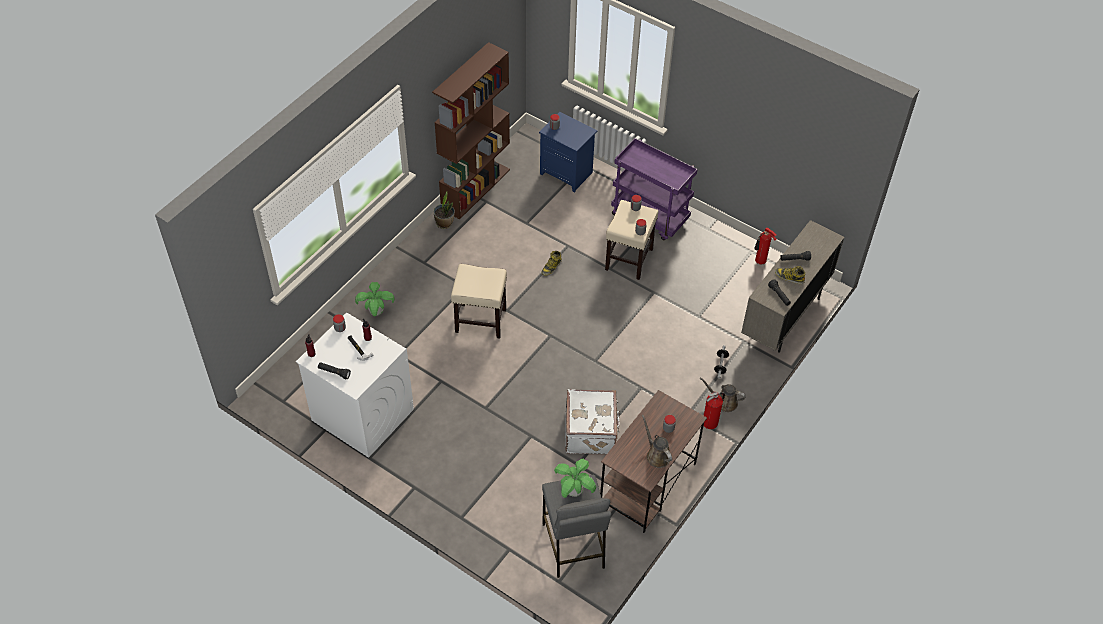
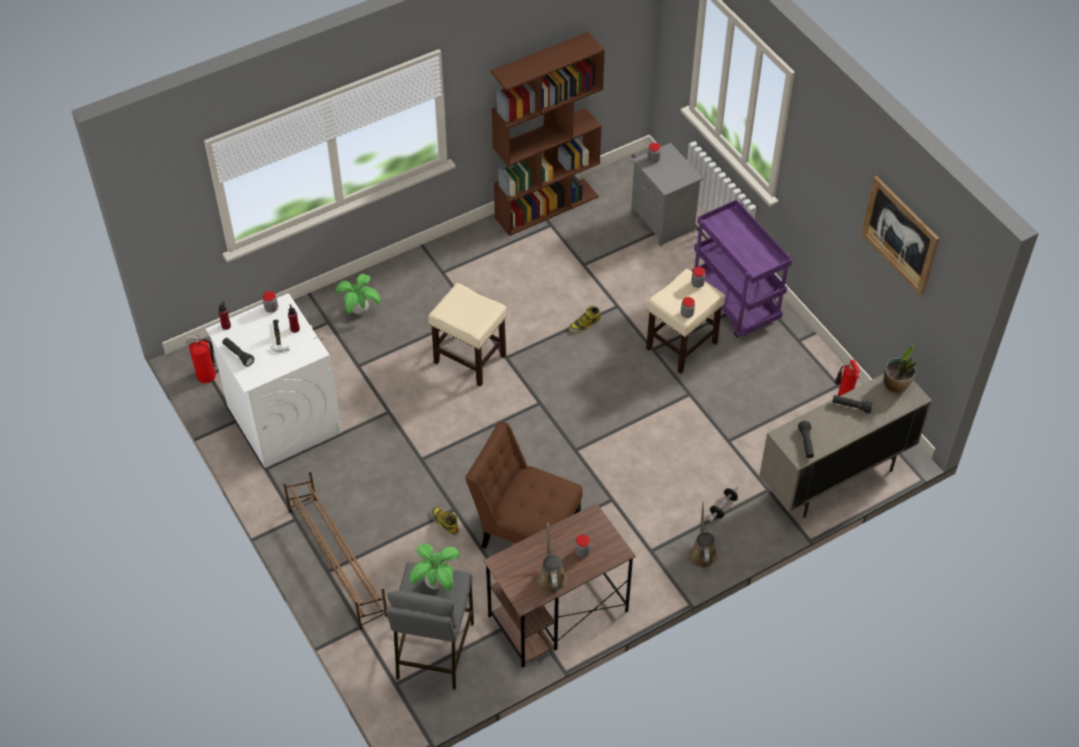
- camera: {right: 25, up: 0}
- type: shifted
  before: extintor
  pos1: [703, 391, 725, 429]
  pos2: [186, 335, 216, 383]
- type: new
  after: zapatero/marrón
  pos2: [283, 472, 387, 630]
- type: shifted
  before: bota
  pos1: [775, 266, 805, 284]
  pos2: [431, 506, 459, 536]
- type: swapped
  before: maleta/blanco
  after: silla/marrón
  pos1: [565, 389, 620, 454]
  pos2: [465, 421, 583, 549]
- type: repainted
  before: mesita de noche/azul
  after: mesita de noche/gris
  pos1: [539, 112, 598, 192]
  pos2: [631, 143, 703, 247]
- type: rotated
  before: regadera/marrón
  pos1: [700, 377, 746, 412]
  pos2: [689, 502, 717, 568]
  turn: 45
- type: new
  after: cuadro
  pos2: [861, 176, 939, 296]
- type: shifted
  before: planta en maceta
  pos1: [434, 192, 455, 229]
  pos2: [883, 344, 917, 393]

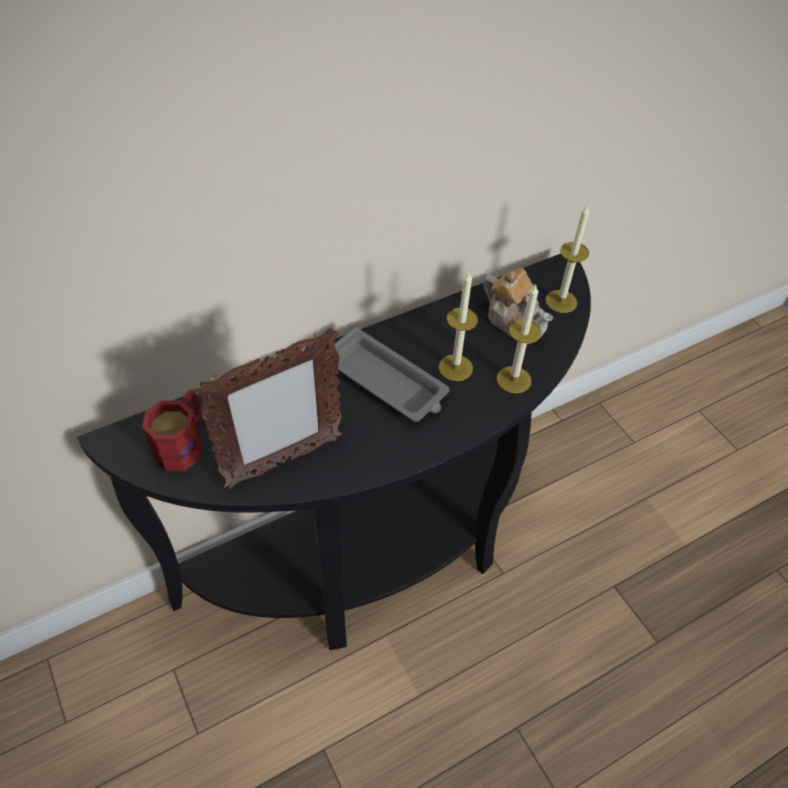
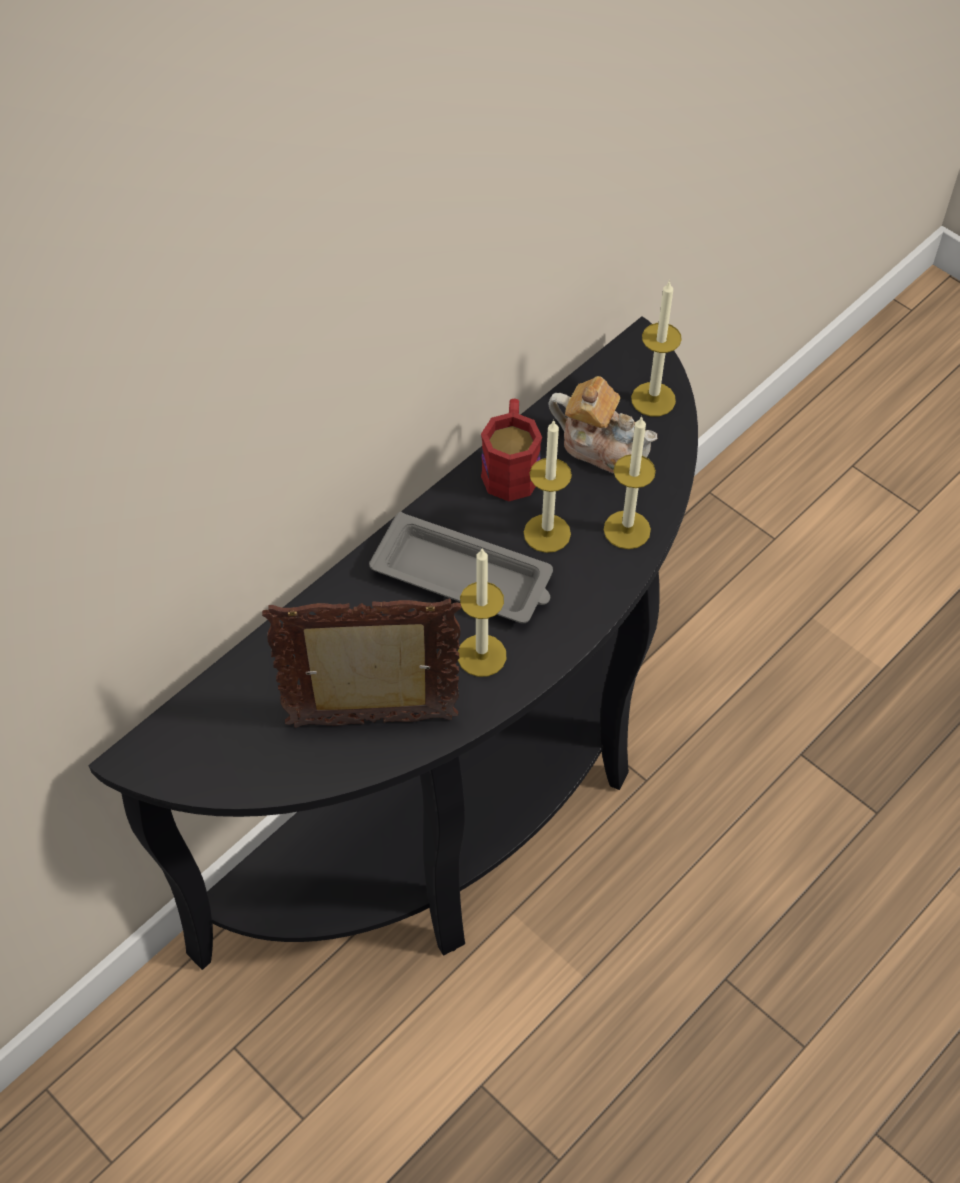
- camera: {right: -15, up: 5}
- type: rotated
  before: portarretratos
  pos1: [193, 328, 342, 489]
  pos2: [262, 598, 461, 728]
  turn: -135
- type: new
  after: vela
  pos2: [458, 548, 506, 677]
- type: shifted
  before: taza grande/rojo
  pos1: [142, 390, 203, 471]
  pos2: [481, 399, 542, 501]

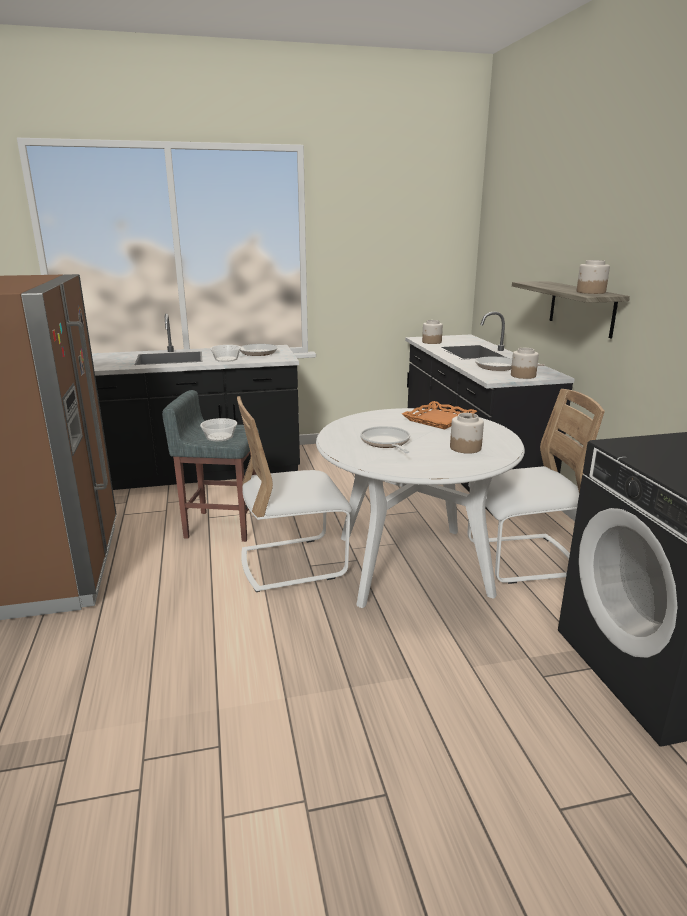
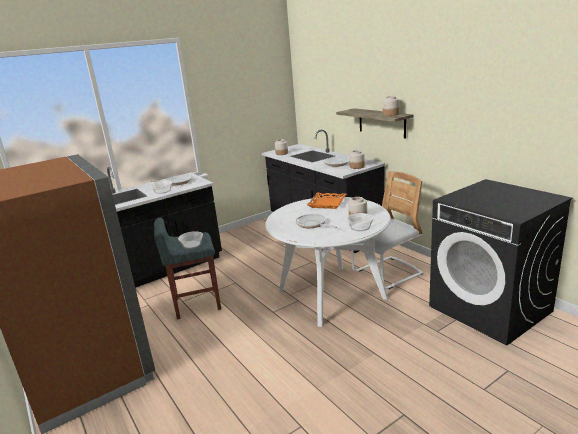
- camera: {right: -20, up: 0}
- type: new
  after: cuenco
  pos2: [347, 213, 374, 231]
- type: gone
  before: silla/blanco
  pos1: [237, 396, 352, 592]

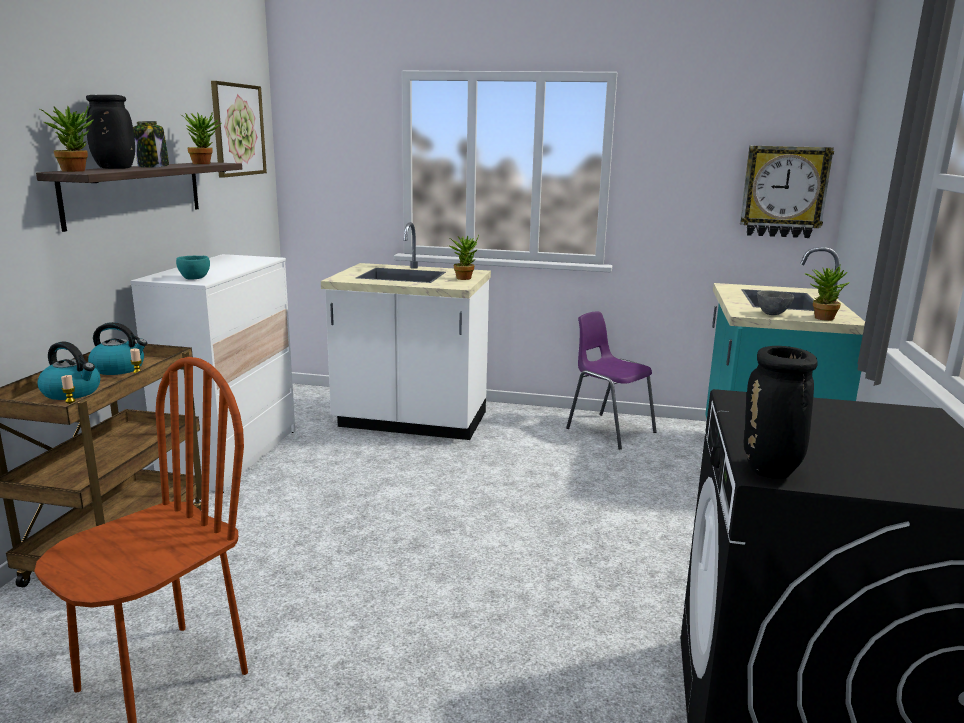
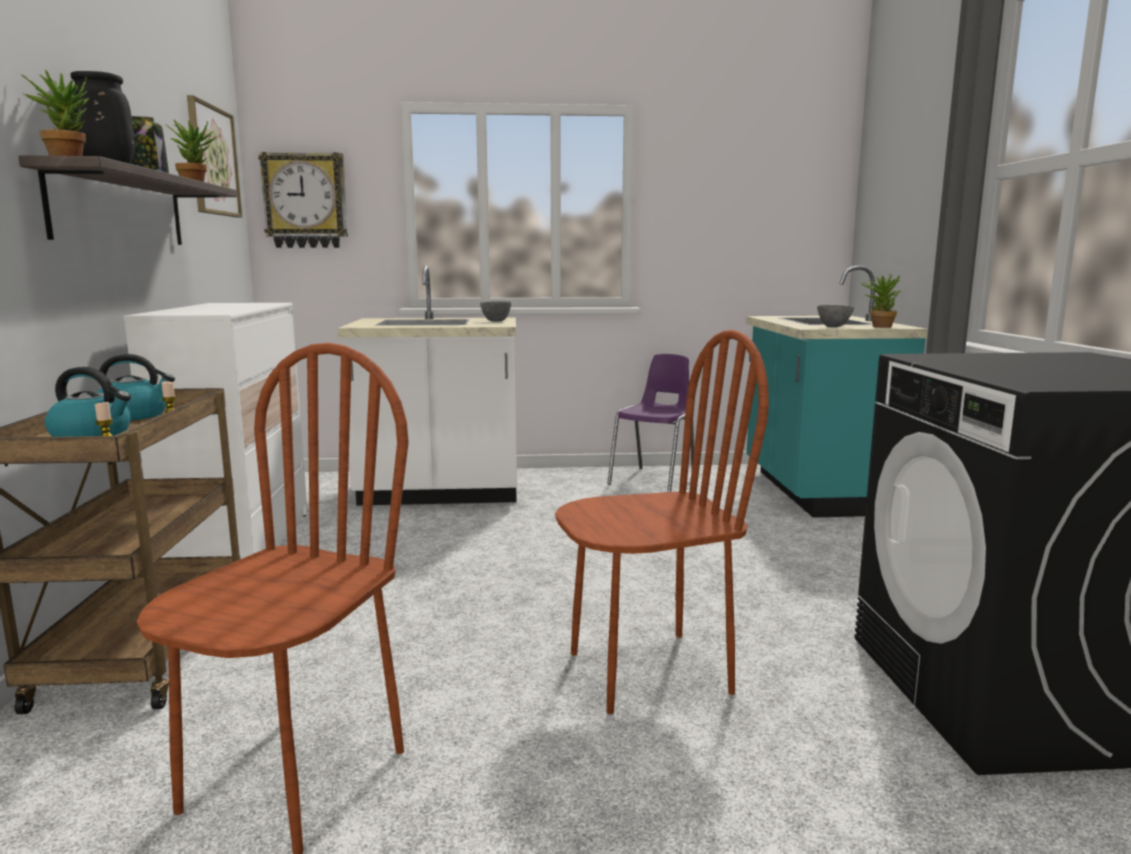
- camera: {right: -15, up: -5}
- type: shifted
  before: reloj de pared
  pos1: [740, 145, 834, 238]
  pos2: [258, 152, 348, 248]
- type: swapped
  before: planta en maceta
  after: cuenco/gris
  pos1: [448, 235, 479, 280]
  pos2: [480, 301, 511, 321]
- type: new
  after: silla/marrón
  pos2: [555, 330, 769, 714]
- type: rotated
  before: silla/morado
  pos1: [566, 312, 657, 450]
  pos2: [607, 354, 694, 492]
  turn: 90
- type: gone
  before: cuenco/turquesa
  pos1: [176, 256, 210, 280]
- type: gone
  before: florero/negro
  pos1: [744, 346, 818, 479]

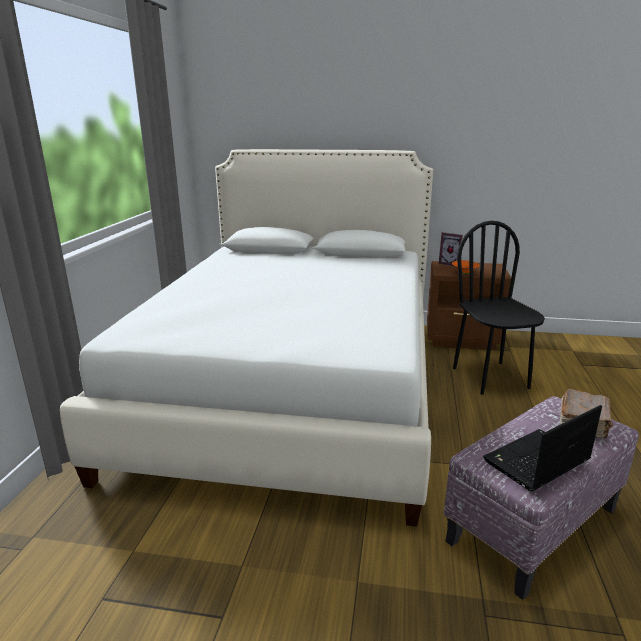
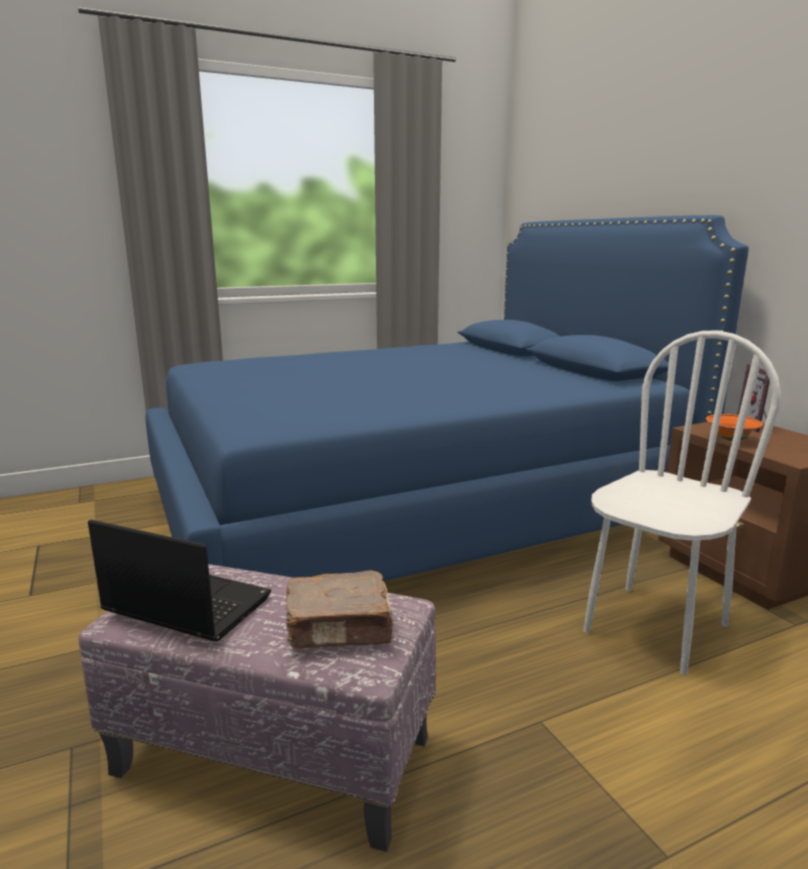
- camera: {right: 55, up: -5}
- type: repainted
  before: cama/blanco
  after: cama/azul
  pos1: [60, 149, 433, 527]
  pos2: [146, 215, 749, 582]
- type: repainted
  before: silla/negro
  after: silla/blanco
  pos1: [453, 221, 545, 395]
  pos2: [583, 330, 781, 675]

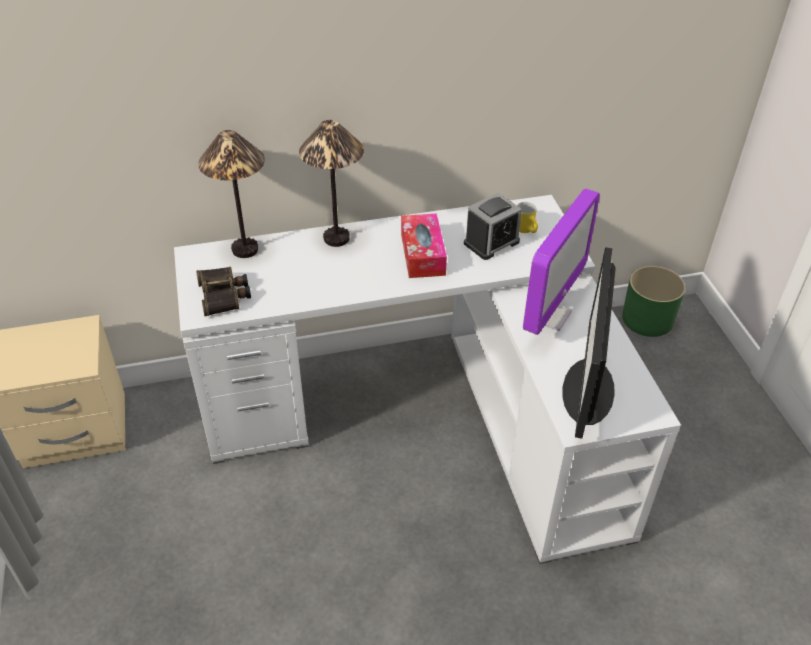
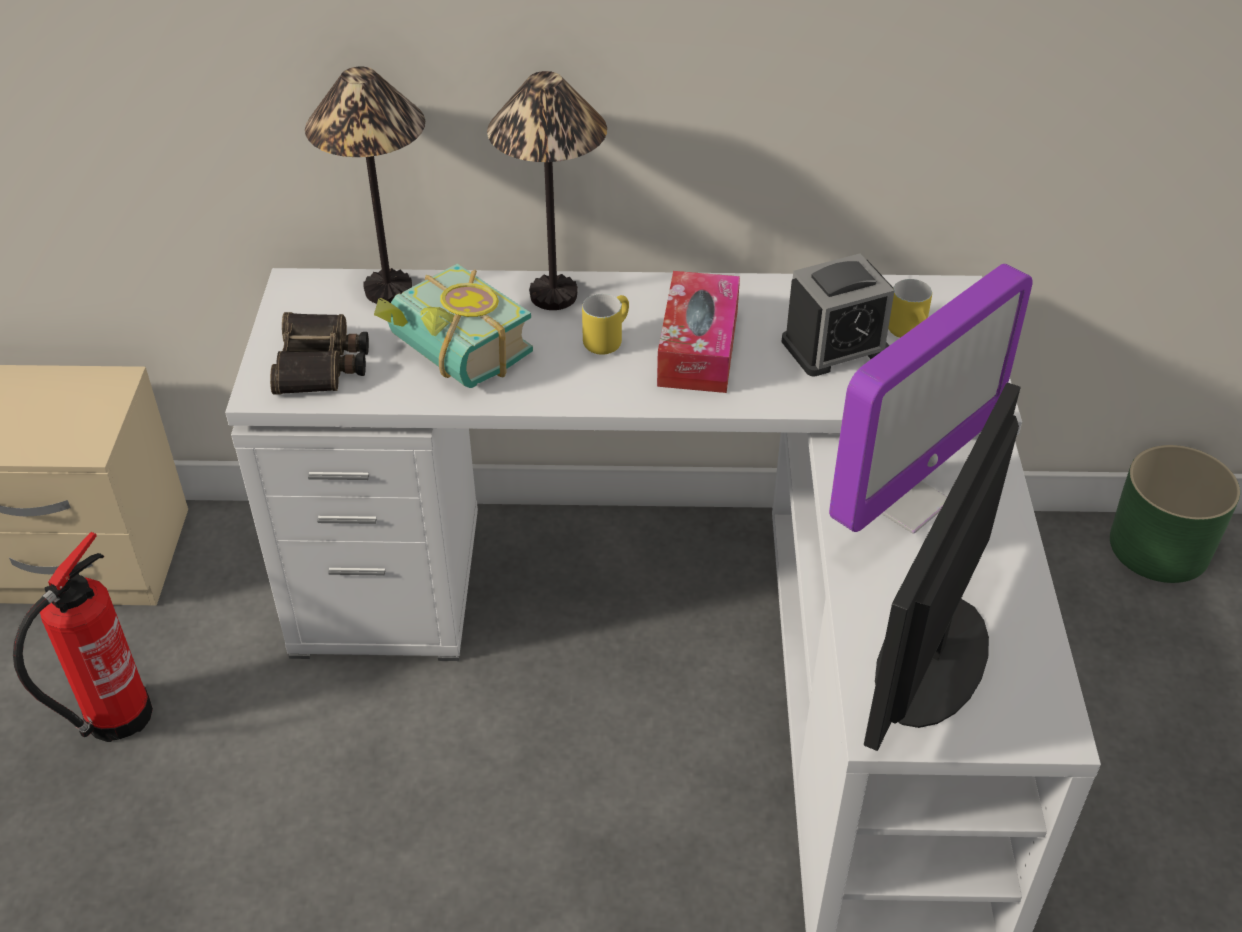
- camera: {right: 15, up: 0}
- type: new
  after: extintor
  pos2: [13, 532, 153, 742]
- type: new
  after: libro
  pos2: [374, 263, 533, 388]
- type: new
  after: taza grande/amarillo
  pos2: [582, 294, 629, 354]

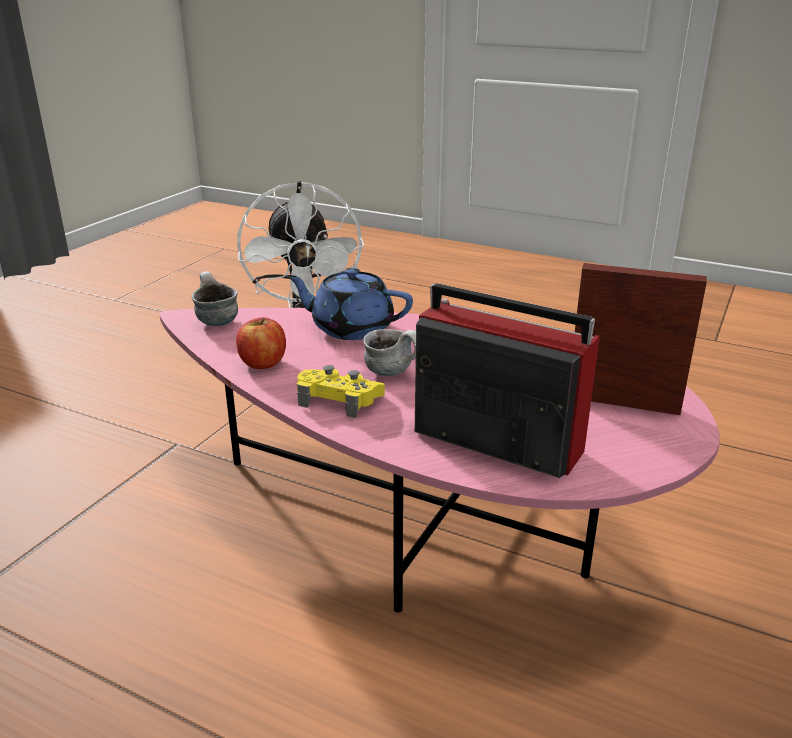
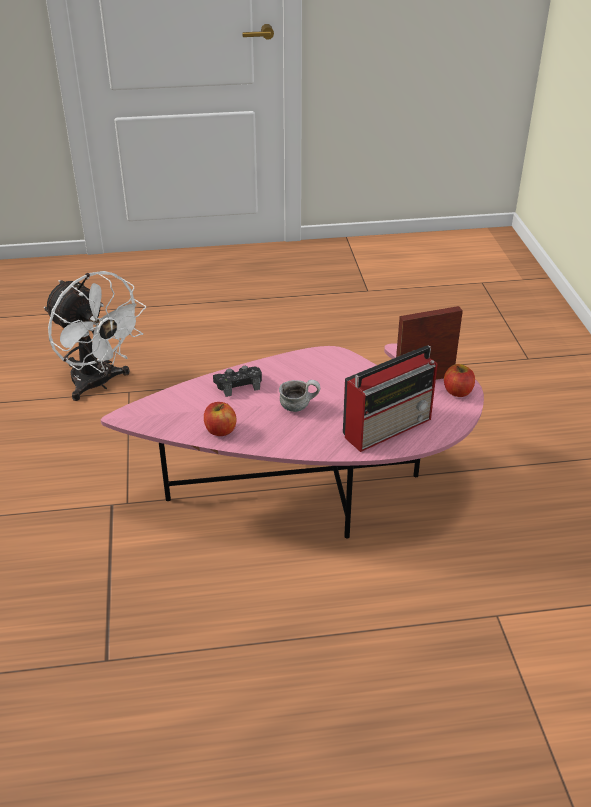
- camera: {right: -35, up: 10}
- type: swapped
  before: tetera/azul
  after: mando de consola/negro
  pos1: [286, 267, 413, 340]
  pos2: [213, 366, 262, 397]
- type: rotated
  before: radio
  pos1: [414, 283, 600, 478]
  pos2: [343, 345, 438, 452]
  turn: 150
- type: new
  after: manzana
  pos2: [444, 364, 475, 397]
- type: gone
  before: taza grande
  pos1: [192, 271, 238, 326]
- type: gone
  before: mando de consola/amarillo
  pos1: [297, 365, 385, 418]

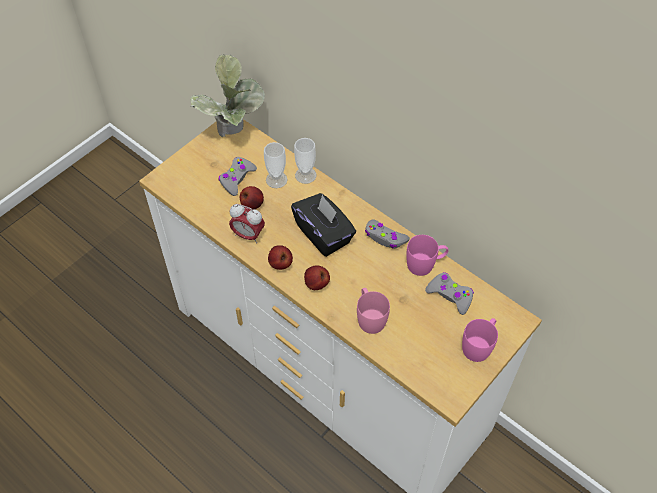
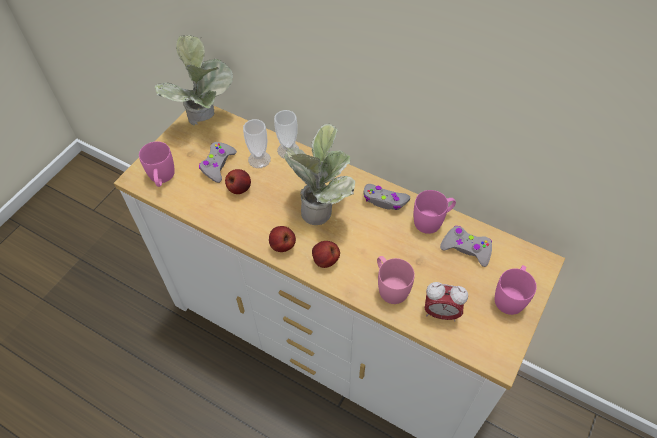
- camera: {right: -10, up: 0}
- type: new
  after: taza grande/rosa
  pos2: [139, 141, 175, 187]
- type: swapped
  before: caja de pañuelos/negro
  after: planta en maceta
  pos1: [291, 193, 356, 257]
  pos2: [284, 124, 355, 225]
- type: shifted
  before: despertador
  pos1: [229, 204, 265, 243]
  pos2: [424, 282, 468, 322]

